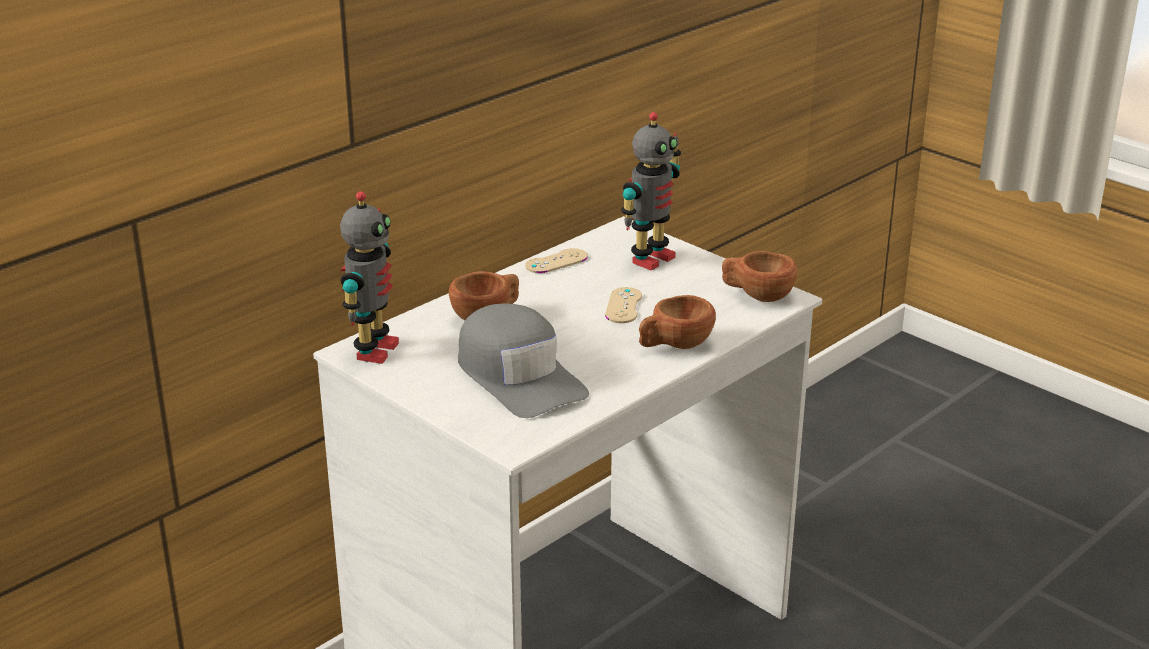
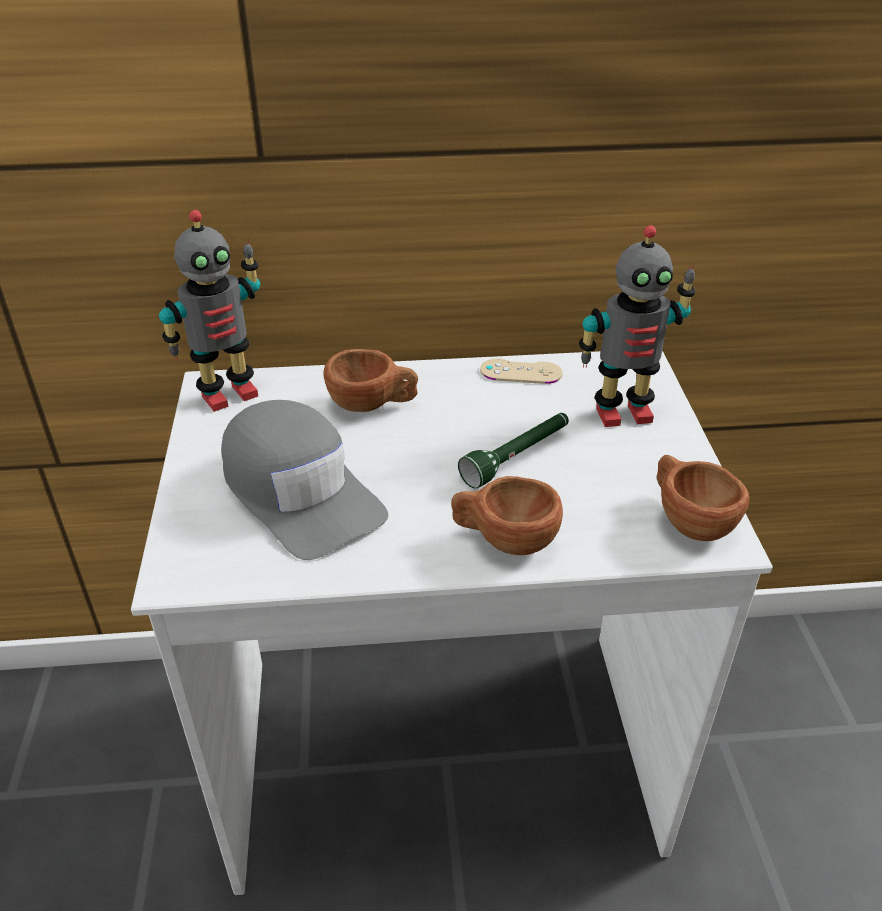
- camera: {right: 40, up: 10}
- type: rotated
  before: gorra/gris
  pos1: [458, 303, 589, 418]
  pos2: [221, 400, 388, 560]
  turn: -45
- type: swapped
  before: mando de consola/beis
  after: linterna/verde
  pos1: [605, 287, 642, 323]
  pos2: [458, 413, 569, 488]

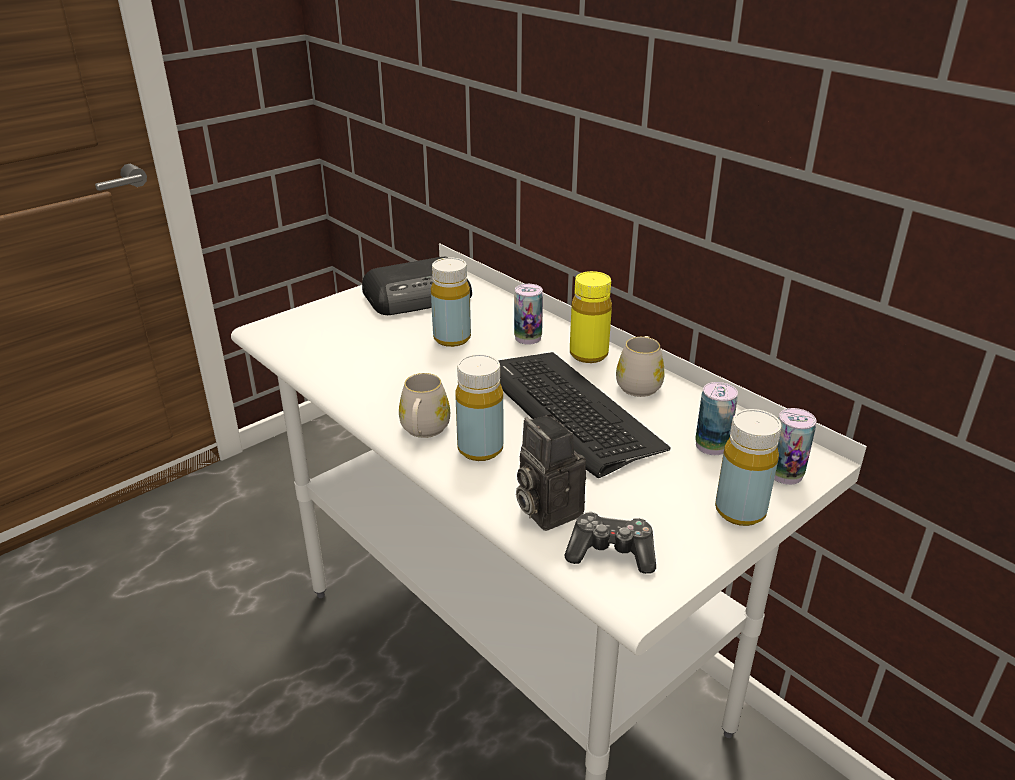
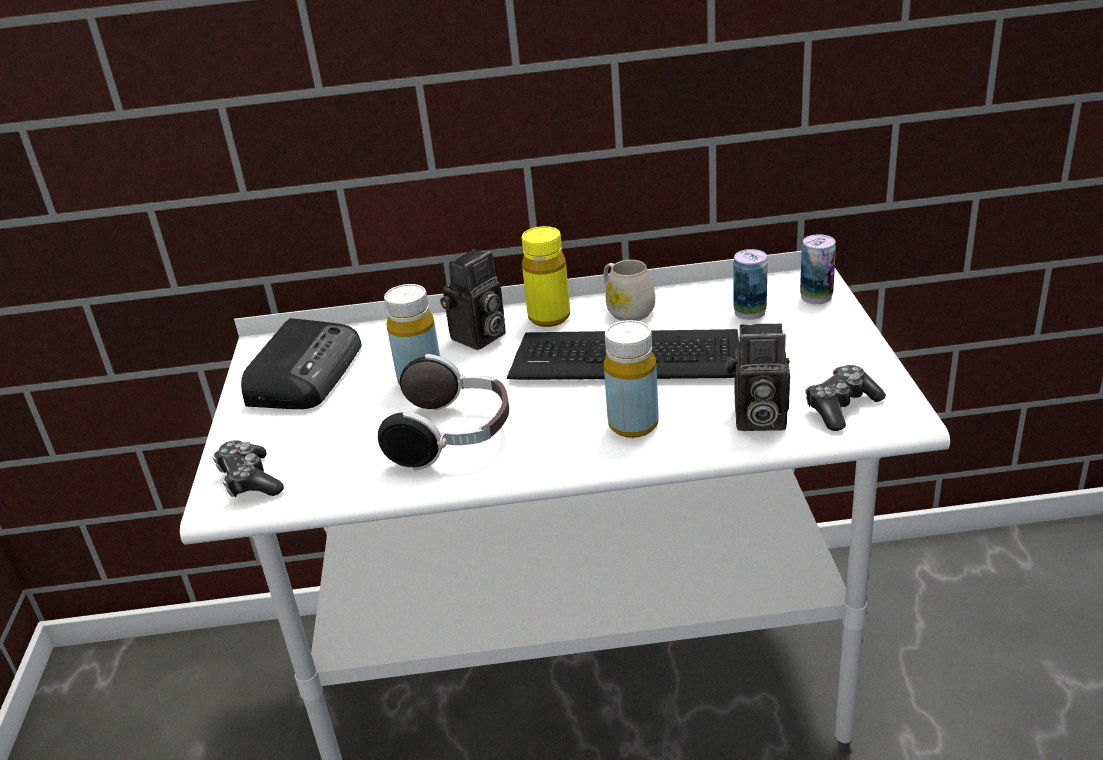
- camera: {right: -50, up: 0}
- type: new
  after: mando de consola
  pos2: [213, 440, 284, 497]
- type: new
  after: auriculares
  pos2: [378, 354, 509, 470]
- type: swapped
  before: lata
  after: cámara
  pos1: [514, 284, 543, 345]
  pos2: [440, 249, 506, 350]
- type: gone
  before: taza grande/blanco
  pos1: [399, 373, 450, 438]
- type: gone
  before: botella/amarillo
  pos1: [715, 409, 782, 526]

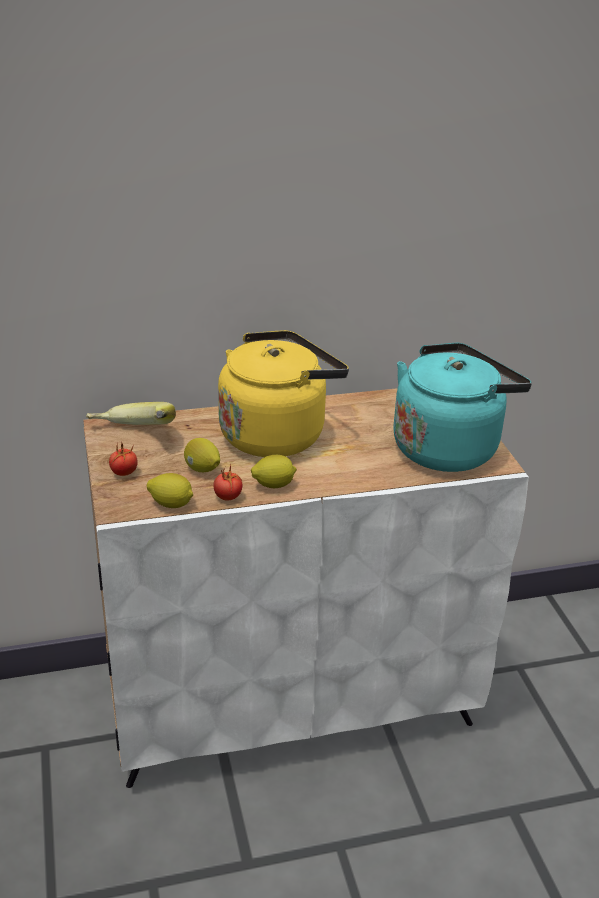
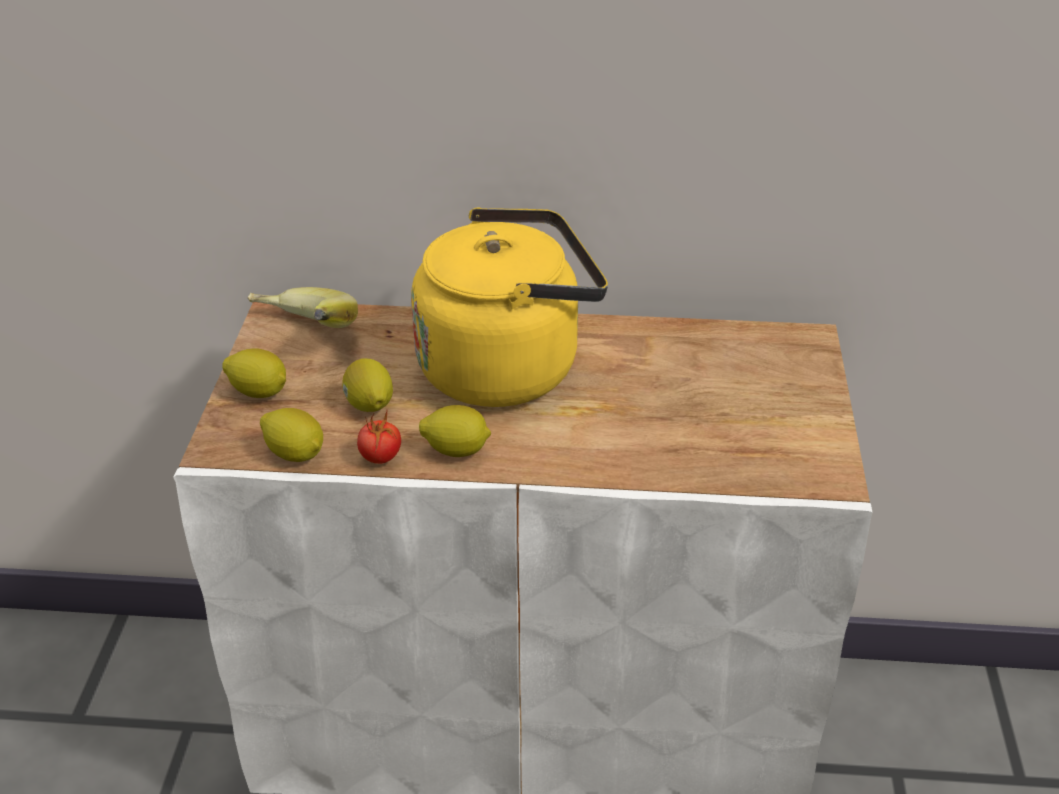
- camera: {right: 20, up: 5}
- type: swapped
  before: tomate
  after: limón
  pos1: [109, 442, 138, 476]
  pos2: [222, 348, 286, 398]
- type: gone
  before: hervidor/turquesa
  pos1: [393, 343, 532, 472]

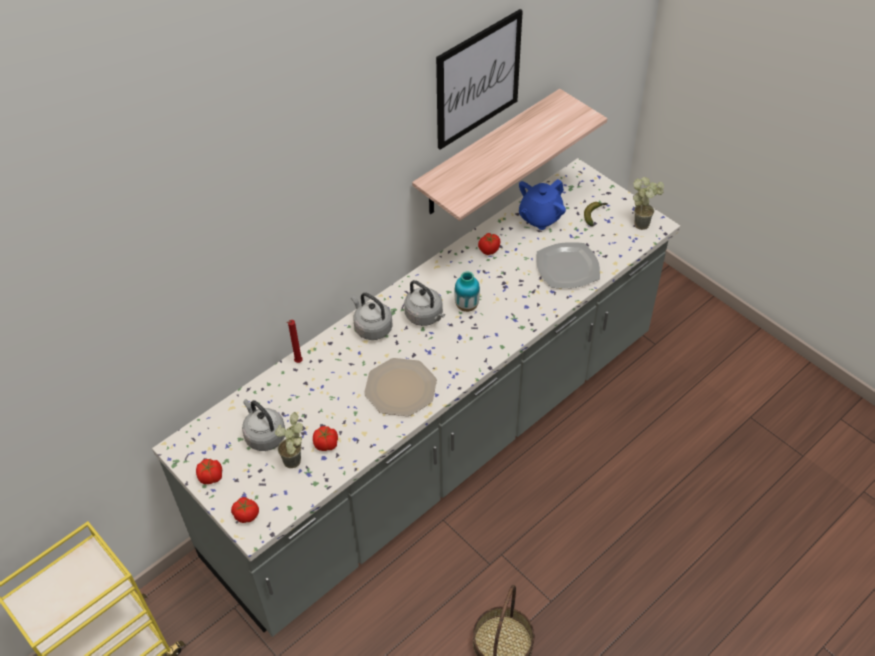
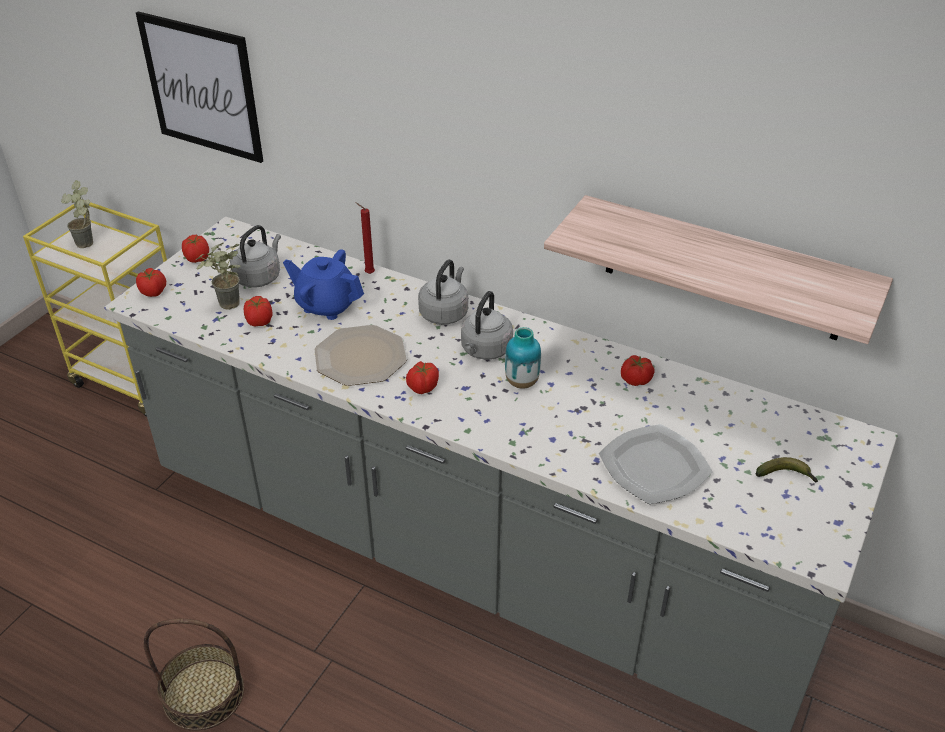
- camera: {right: 70, up: -10}
- type: shifted
  before: planta en maceta
  pos1: [633, 177, 664, 230]
  pos2: [61, 180, 93, 248]
- type: shifted
  before: cuadro
  pos1: [436, 9, 523, 150]
  pos2: [136, 11, 263, 163]
- type: shifted
  before: tetera/azul
  pos1: [519, 179, 566, 230]
  pos2: [283, 249, 364, 320]
- type: new
  after: tomate
  pos2: [406, 361, 439, 394]

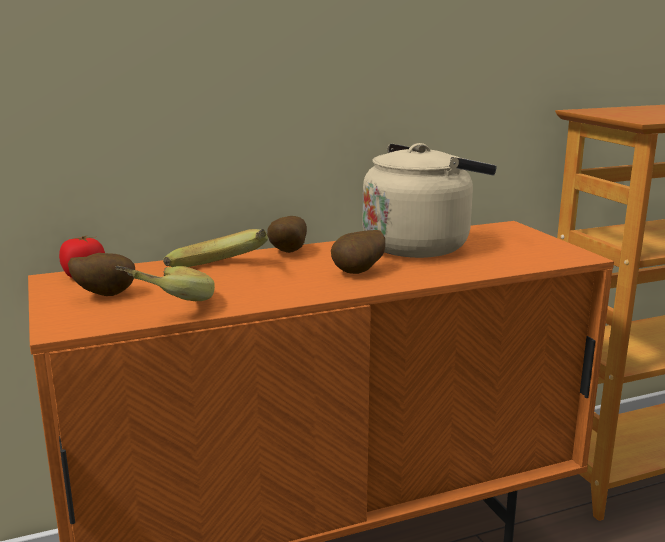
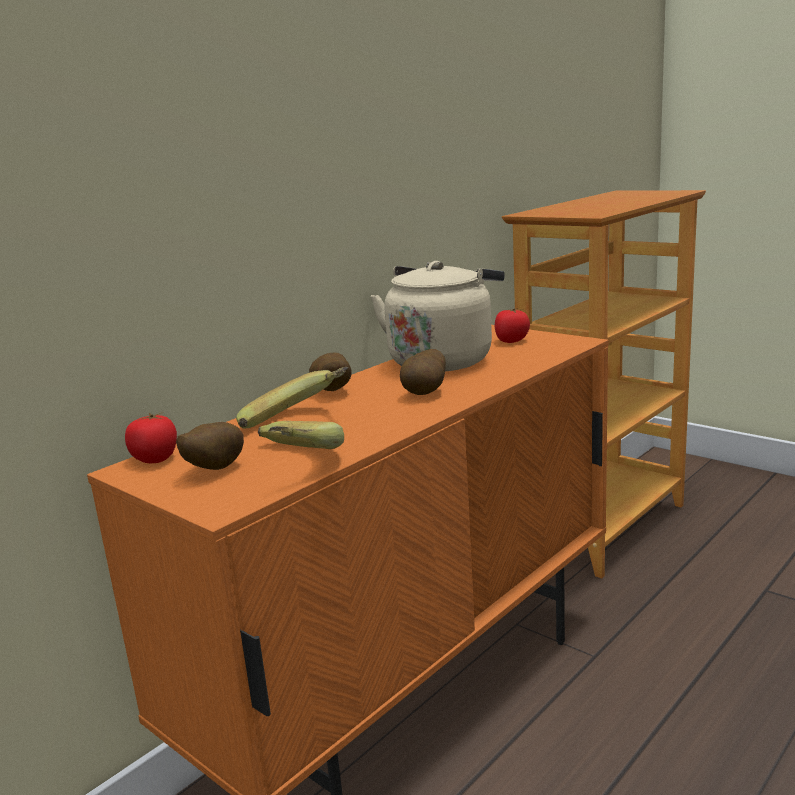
- camera: {right: -25, up: 0}
- type: new
  after: tomate
  pos2: [495, 308, 530, 343]

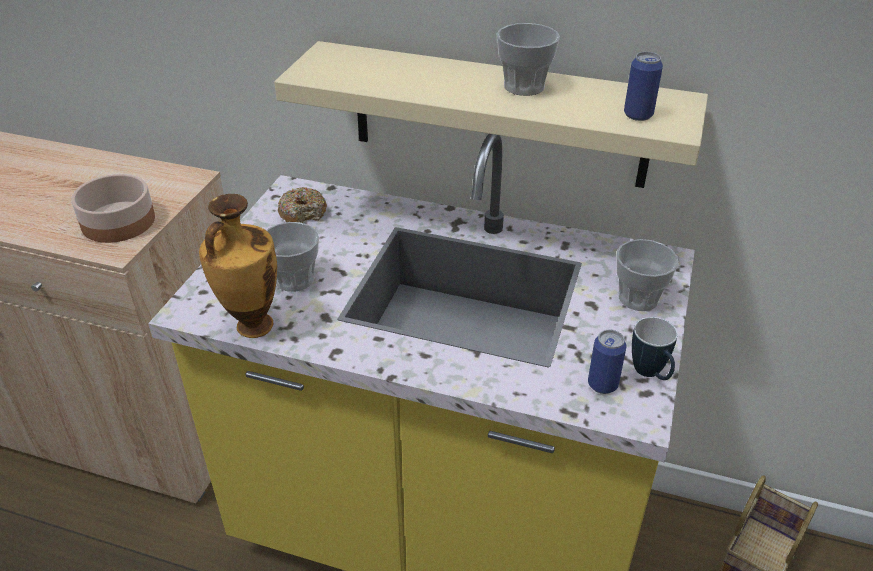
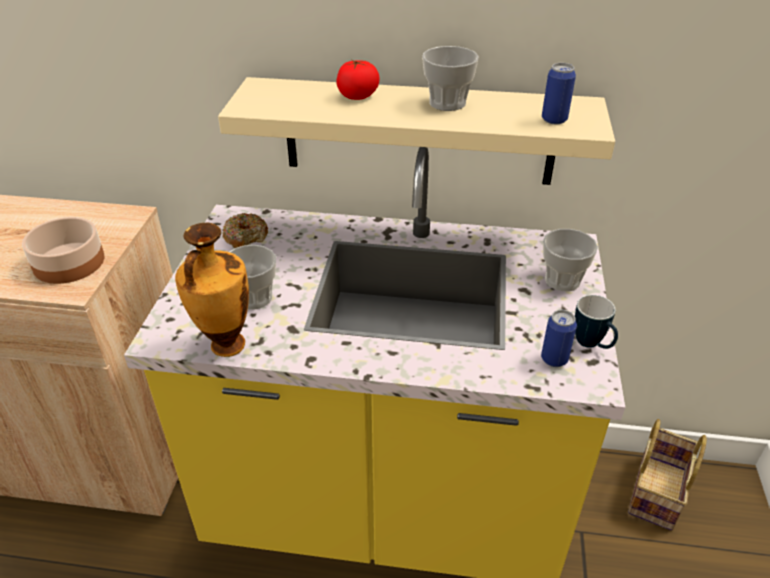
- camera: {right: -10, up: 0}
- type: new
  after: tomate
  pos2: [336, 60, 380, 100]

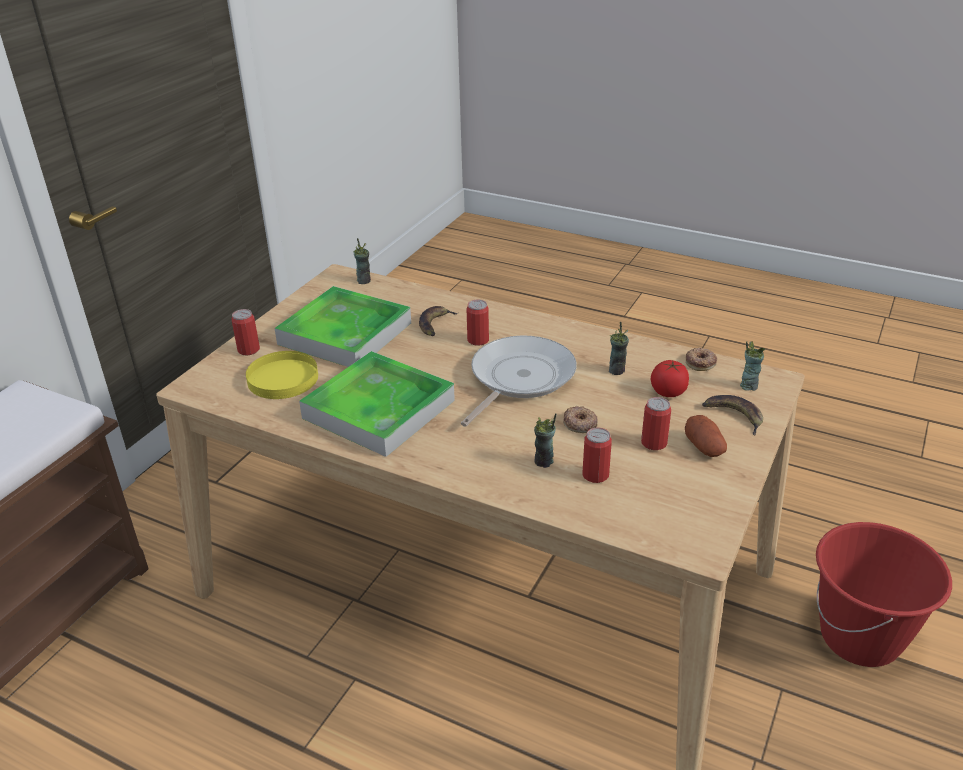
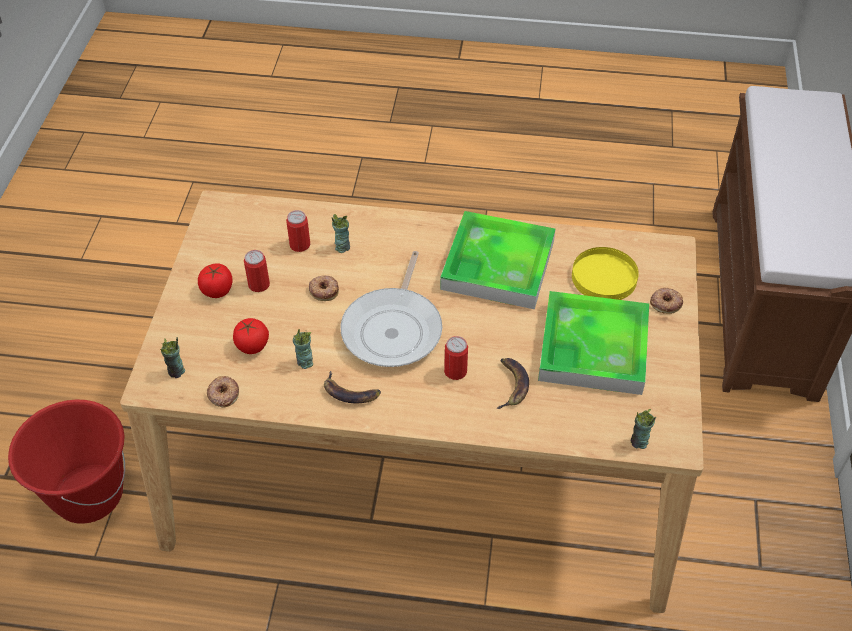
- camera: {right: 160, up: 15}
- type: swapped
  before: patata
  after: tomate
  pos1: [685, 415, 727, 457]
  pos2: [198, 263, 233, 298]
- type: shifted
  before: plátano
  pos1: [702, 395, 763, 435]
  pos2: [324, 371, 381, 403]
- type: swapped
  before: lata
  after: rosquilla
  pos1: [232, 309, 260, 355]
  pos2: [650, 288, 683, 314]

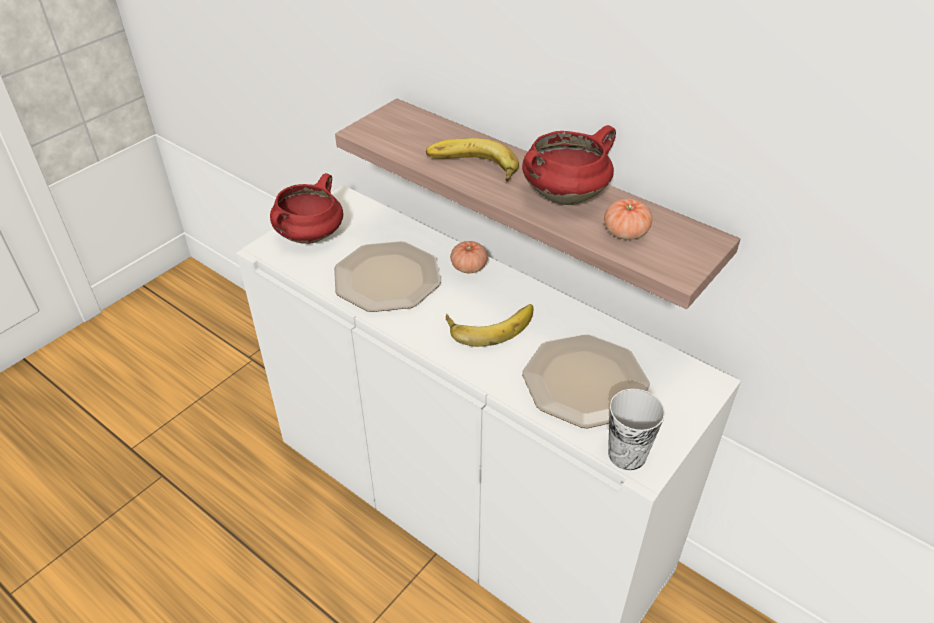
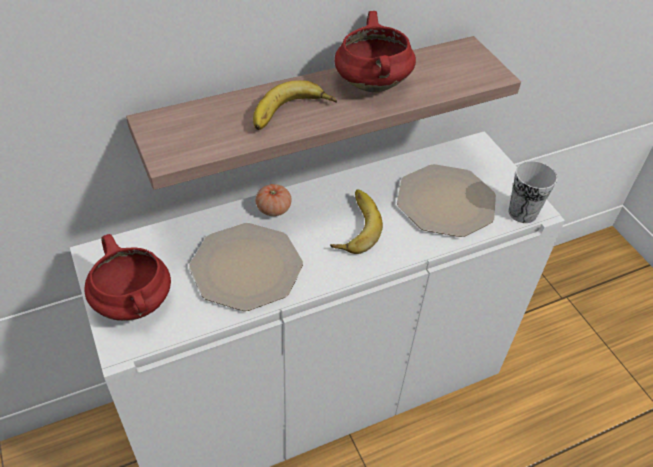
- camera: {right: -65, up: 5}
- type: gone
  before: tomate
  pos1: [604, 199, 652, 240]

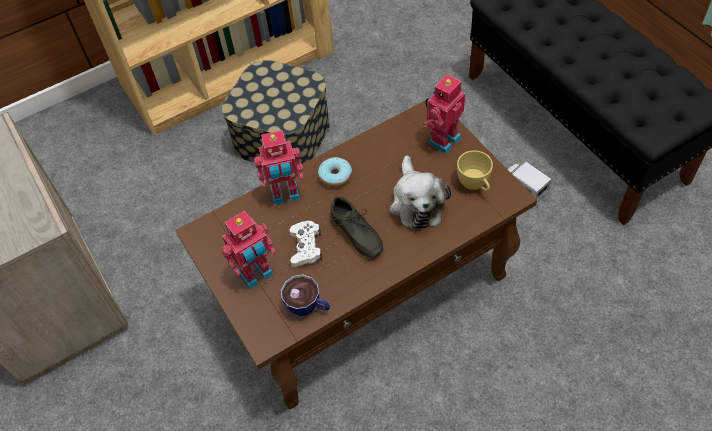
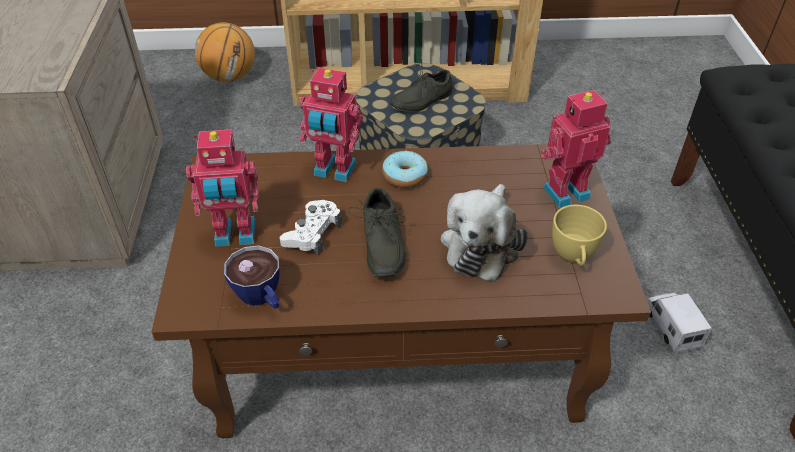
- camera: {right: 25, up: -10}
- type: new
  after: balón de baloncesto
  pos2: [195, 22, 255, 82]
- type: new
  after: zapato/gris
  pos2: [390, 59, 452, 112]

